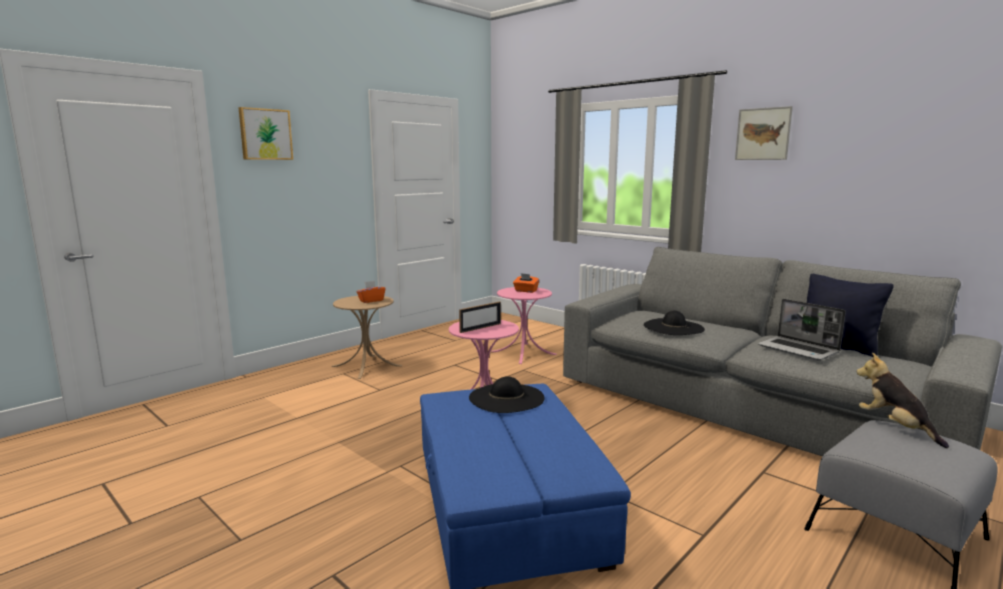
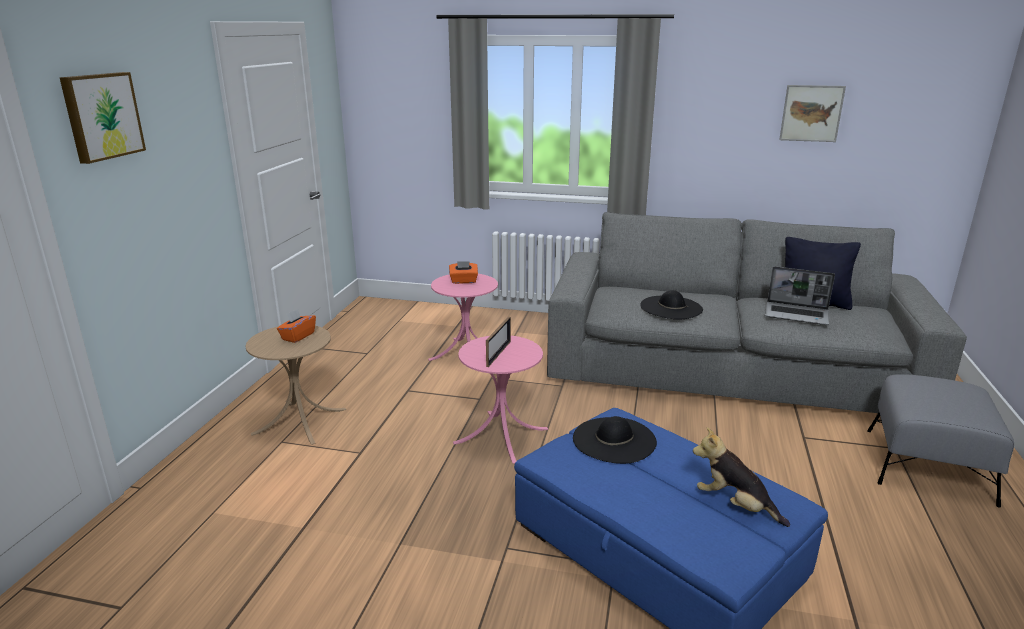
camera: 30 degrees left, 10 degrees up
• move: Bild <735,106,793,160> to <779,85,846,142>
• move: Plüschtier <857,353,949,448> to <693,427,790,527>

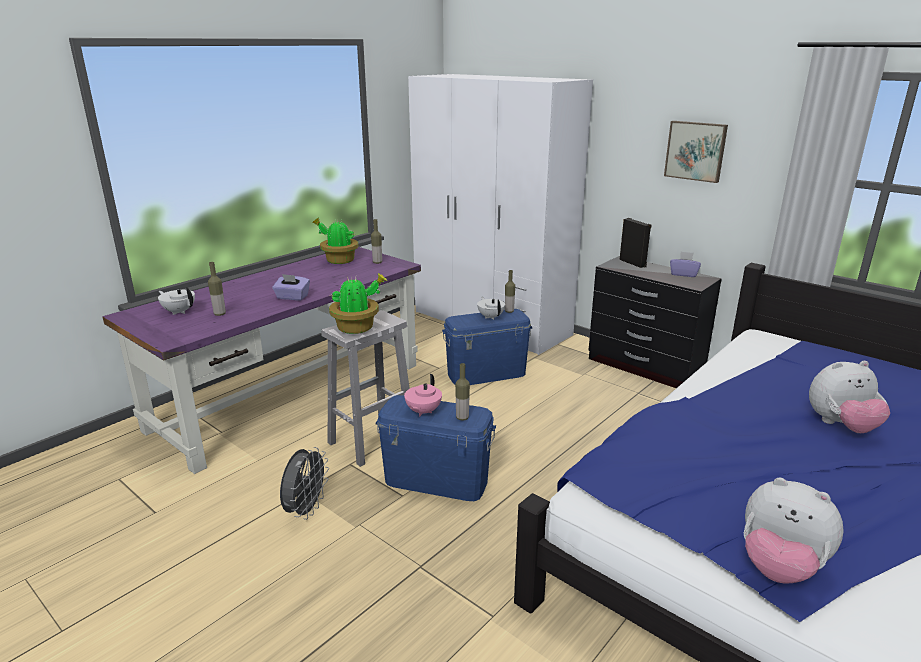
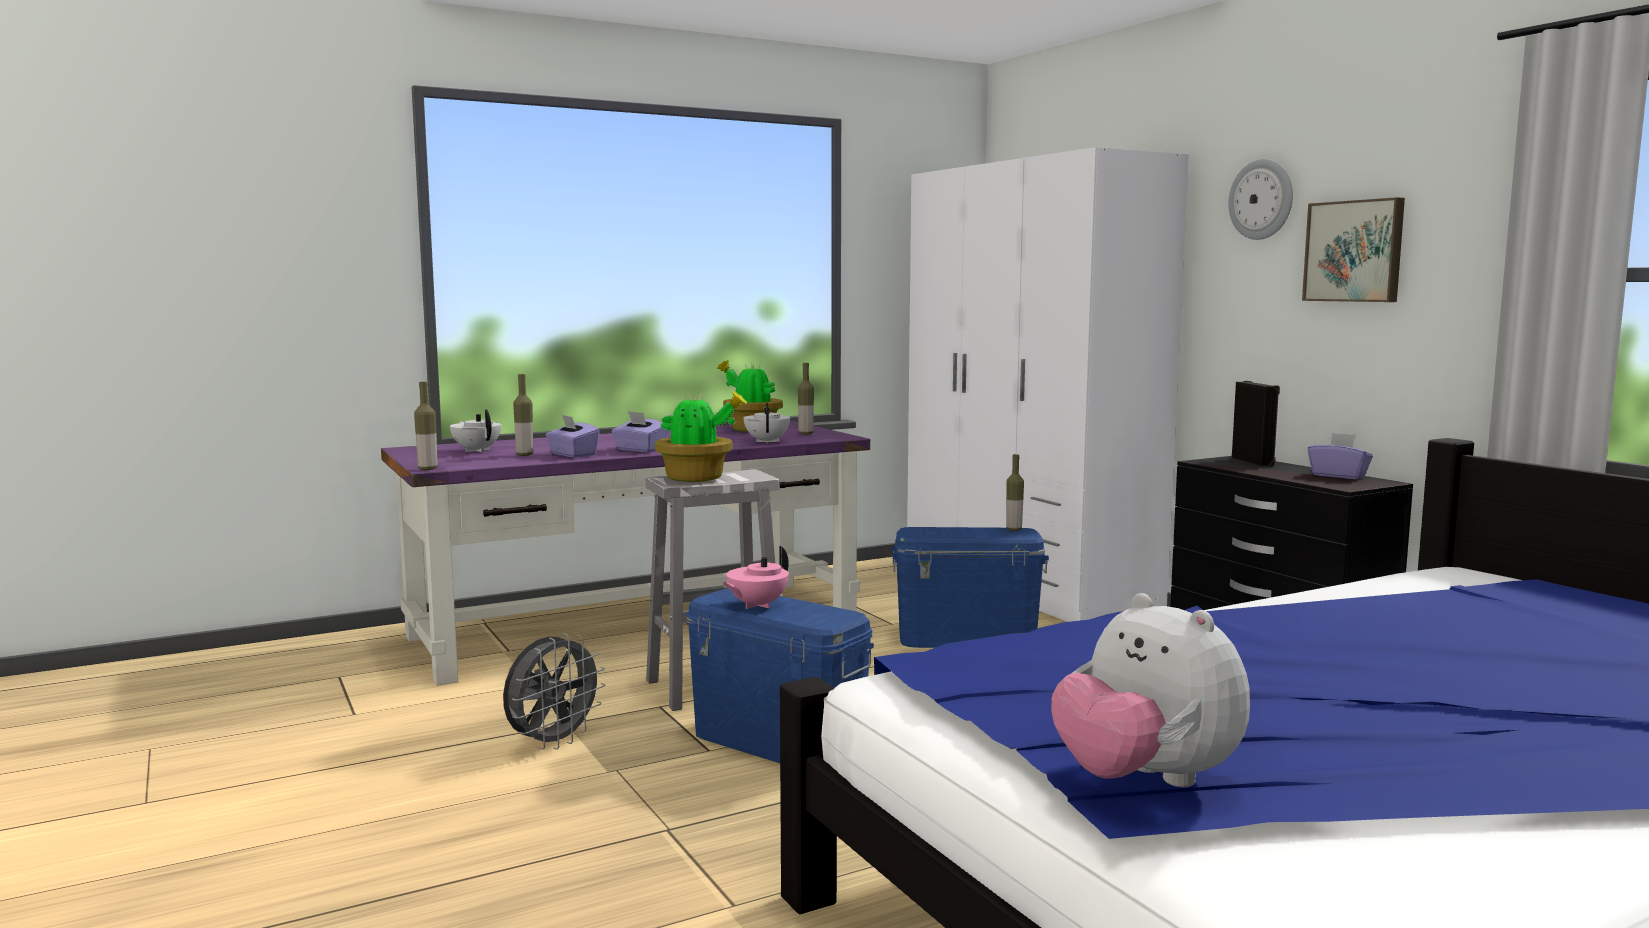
camera: 20 degrees right, 15 degrees down
• move: Teekanne (weiß) <477,297,505,320> to <743,403,790,443>
• delete: Plüschtier <809,361,890,433>
• move: Flasche <455,363,470,421> to <414,382,438,470>
• insert: Wanduhr <1228,159,1293,240>
• insert: Taschentuchbox (lila) <546,414,600,458>

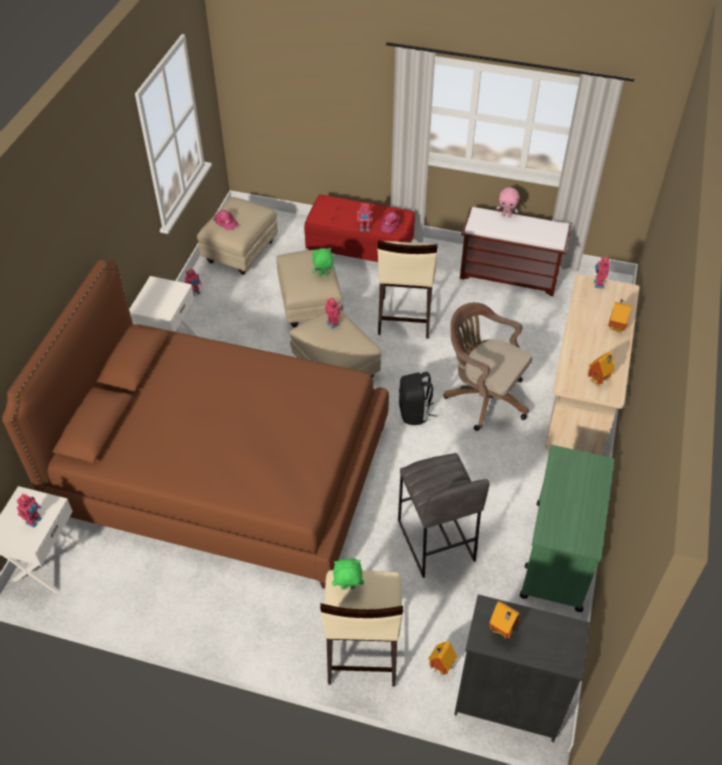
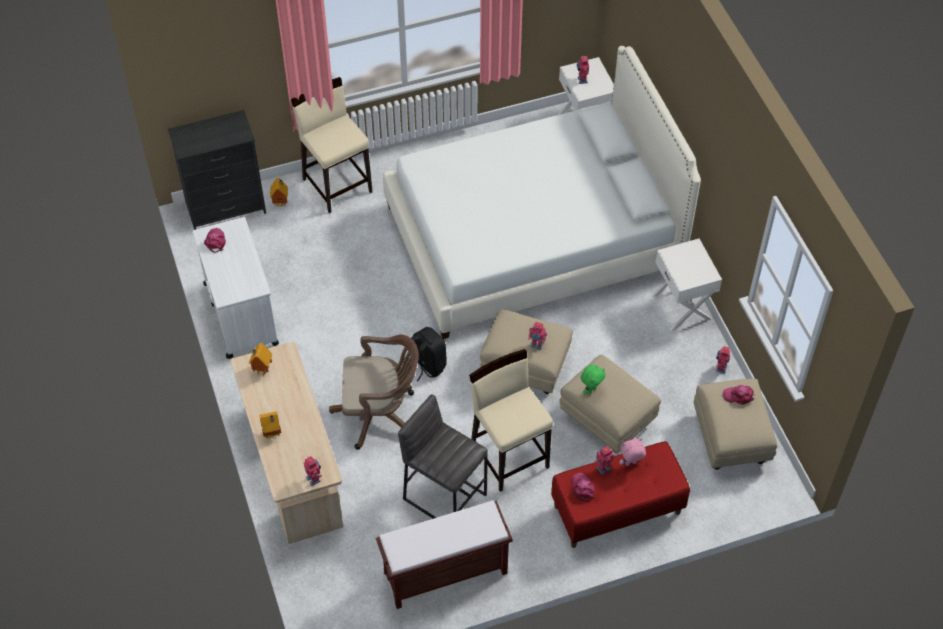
camera: 145 degrees right, 5 degrees up
• move: Plüschtier (rosa) <496,187,519,217> to <619,438,646,466>
• recolor: Bett (braun) <2,260,389,589> to Bett (weiß) <383,46,701,339>
• recolor: Rollwagen (grün) <520,445,614,612> to Rollwagen (weiß) <193,217,279,359>
• move: Hocker (grau) <398,453,490,578> to <398,394,488,519>
• delete: Plüschtier (grün) <332,558,364,590>
• delete: Spielzeughaus <489,601,521,639>
• insert: Kappe (rosa) <204,228,226,253>

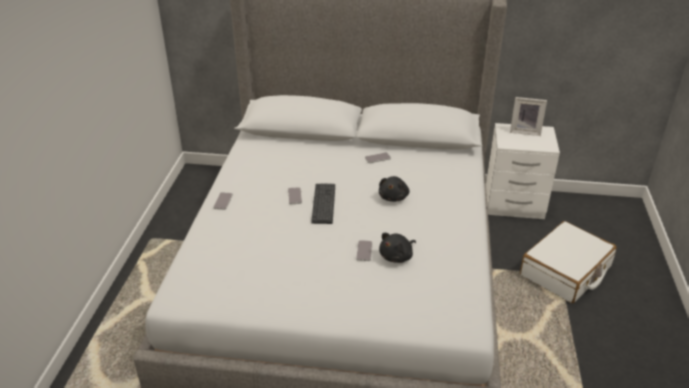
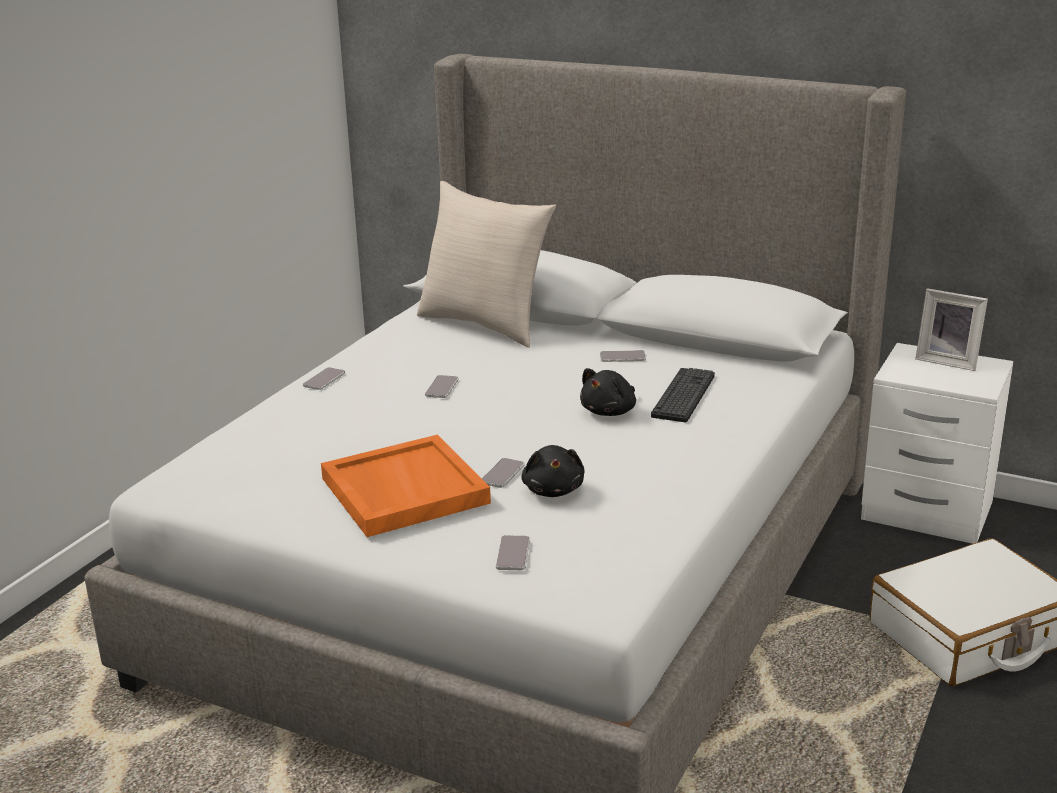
camera: 20 degrees right, 10 degrees down
• move: Tastatur <311,183,335,224> to <651,368,715,422>
• rotate: Plüschtier (schwarz) <379,233,416,263> = <521,445,585,497> 75 degrees counterclockwise
• insert: Kissen (beige) <417,181,556,348>
• insert: Tablett (orange) <321,435,491,537>
• insert: Handy <496,535,530,570>

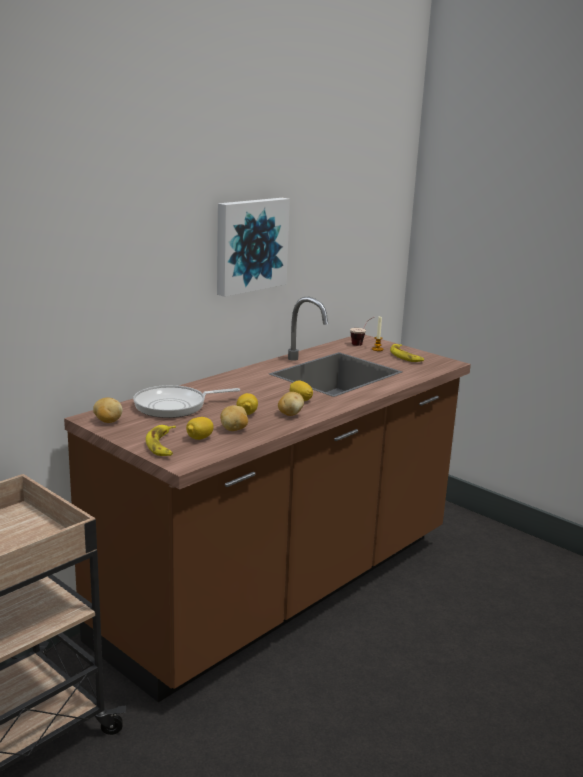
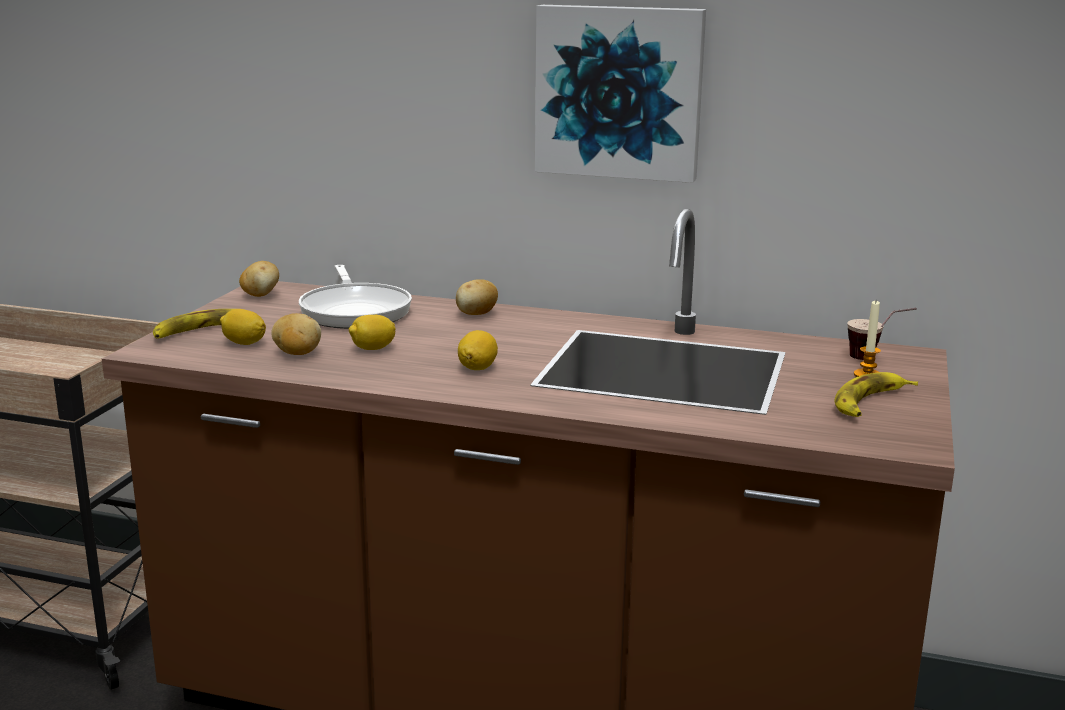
camera: 65 degrees right, 0 degrees up
• rotate: Pfanne <133,385,240,418> = <299,265,412,329> 150 degrees counterclockwise
• move: Kartoffel <278,392,304,416> to <456,279,498,315>

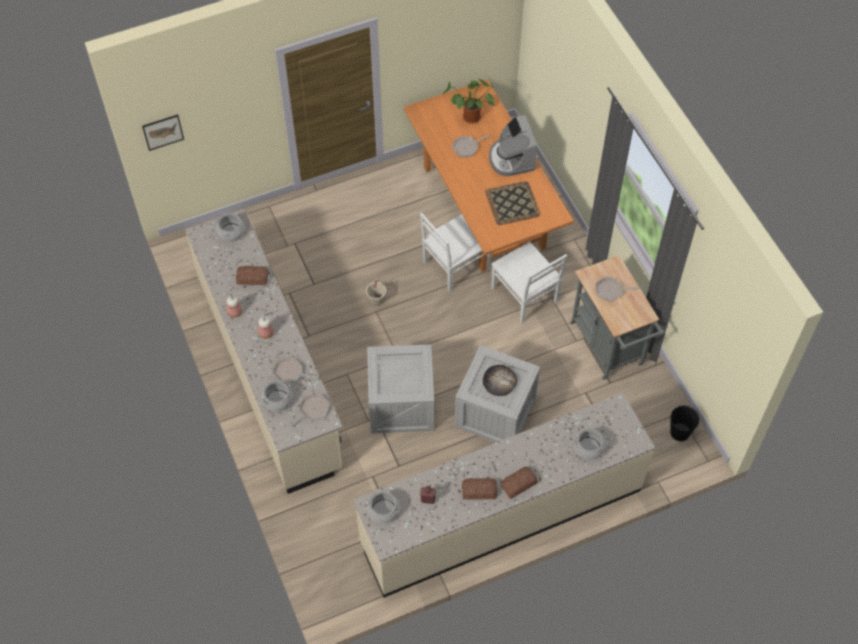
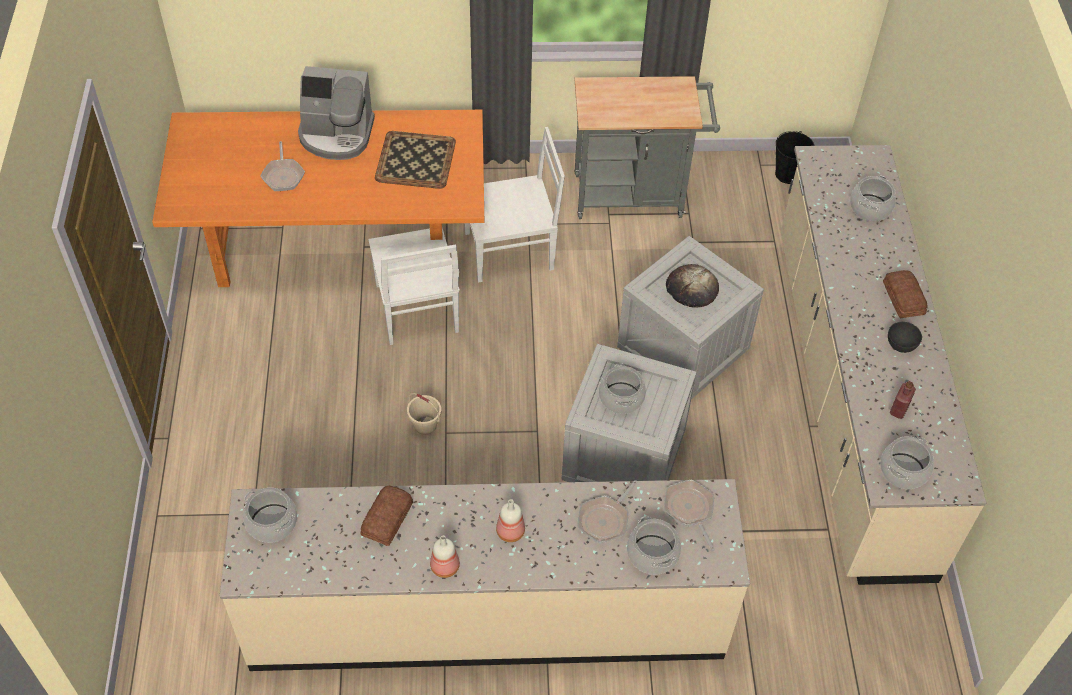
camera: 70 degrees left, 5 degrees down
• delete: Topfpflanze <443,79,496,124>
• delete: Bild <142,114,184,151>
• delete: Pfanne <595,276,640,302>
• replace: Brot <462,478,497,500> to Schüssel (grau) <888,322,922,353>
• insert: Kochtopf <599,363,646,414>

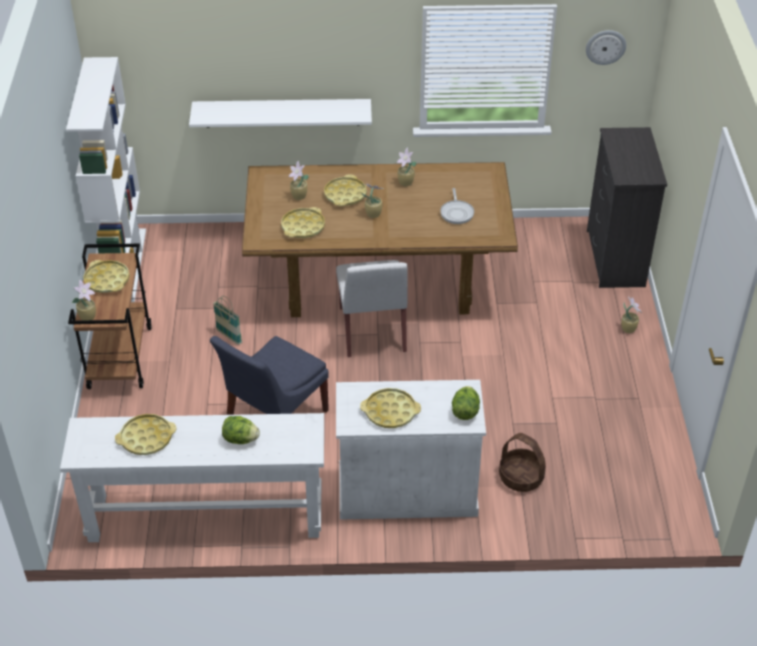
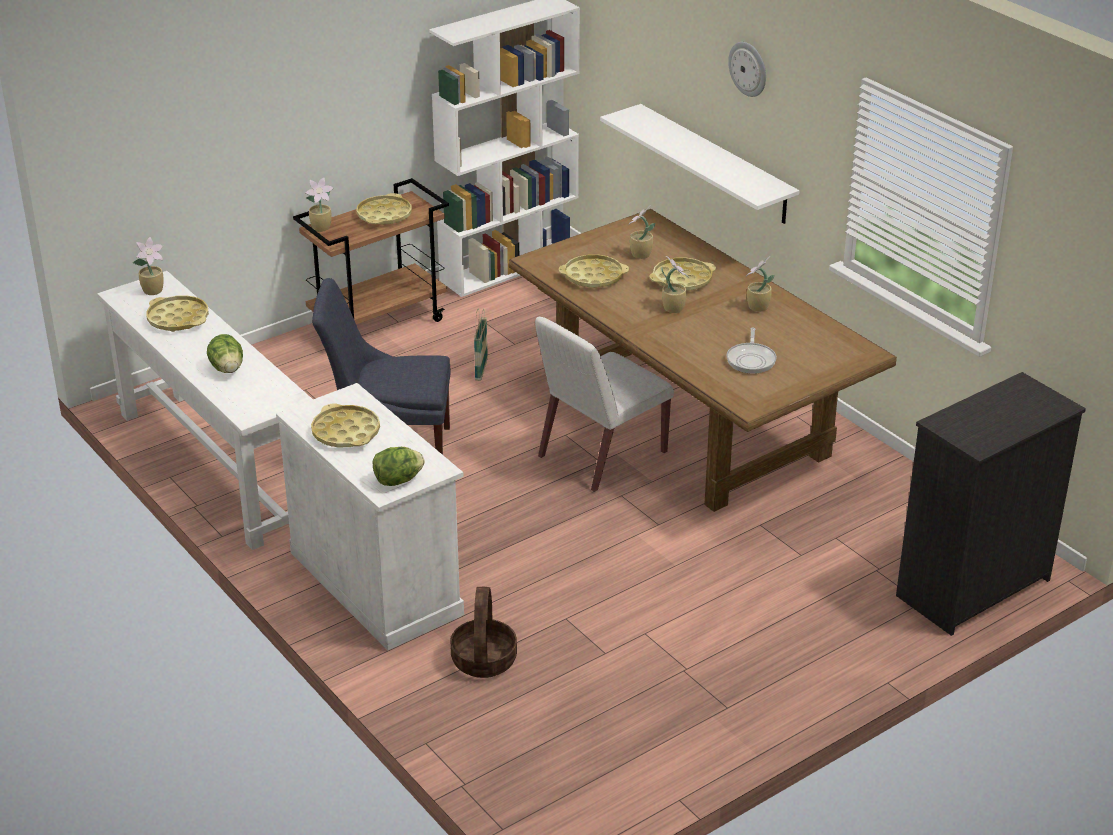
camera: 55 degrees right, 10 degrees down
• move: Wanduhr <586,30,626,65> to <728,42,766,97>
• rotate: Pfanne <440,188,474,224> = <726,328,777,374> 45 degrees counterclockwise
• move: Topfpflanze <621,297,642,333> to <132,237,164,295>

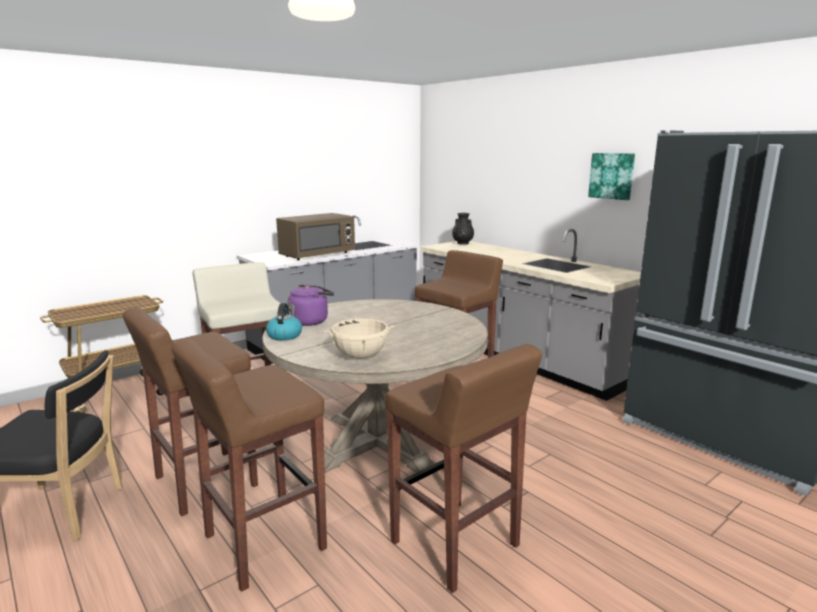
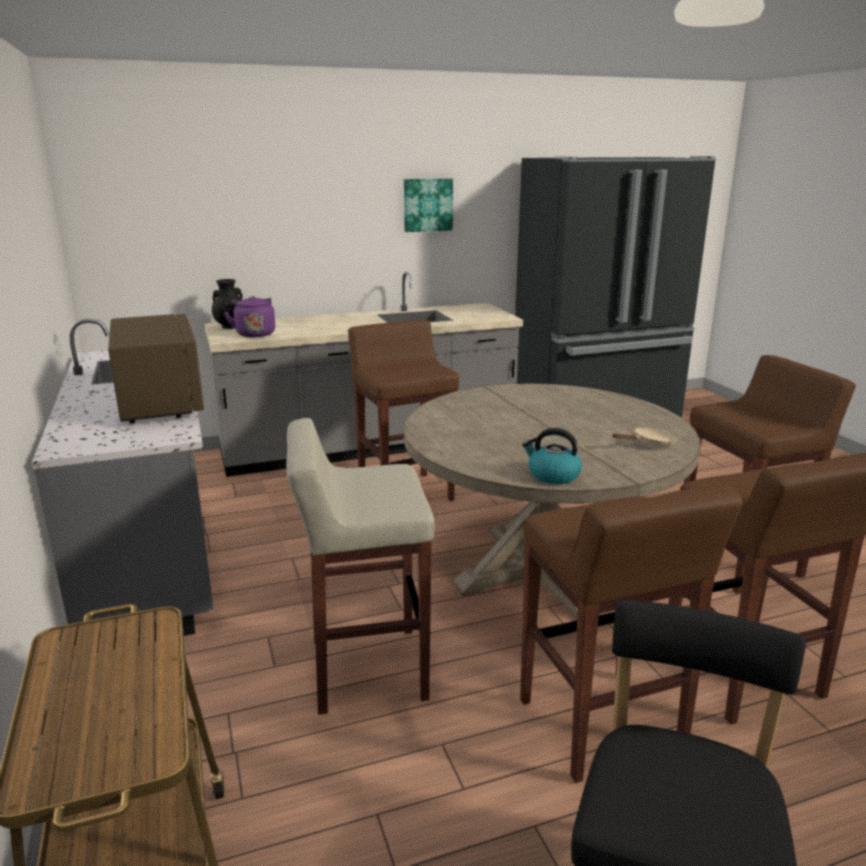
camera: 70 degrees left, 5 degrees up
• move: Wasserkessel (lila) <288,284,334,326> to <224,296,275,337>
• replace: Kochtopf (beige) <324,318,395,359> to Pfanne (beige) <612,427,678,447>

